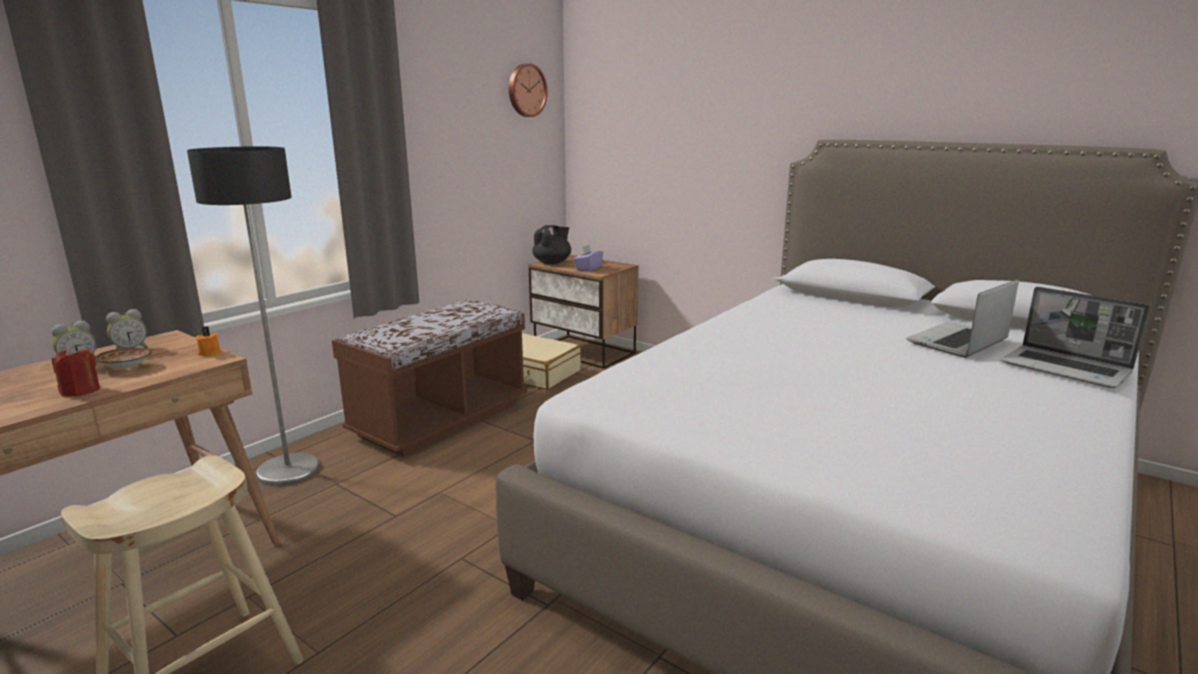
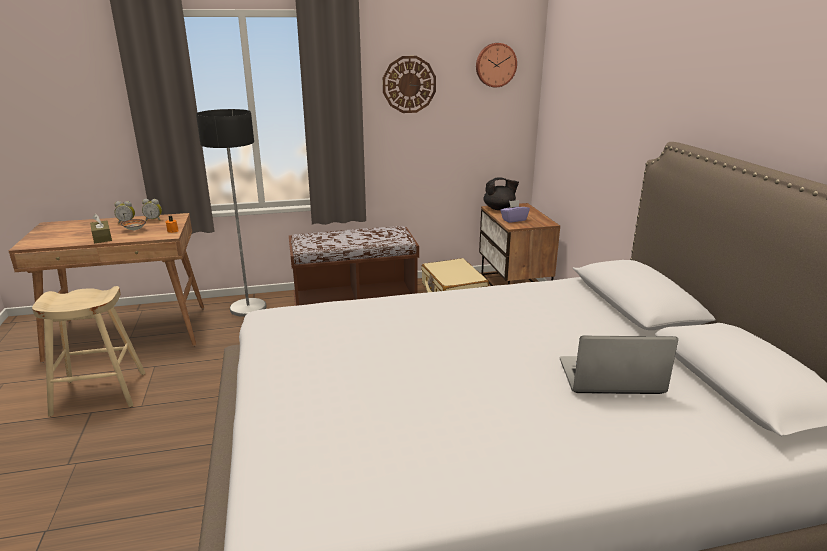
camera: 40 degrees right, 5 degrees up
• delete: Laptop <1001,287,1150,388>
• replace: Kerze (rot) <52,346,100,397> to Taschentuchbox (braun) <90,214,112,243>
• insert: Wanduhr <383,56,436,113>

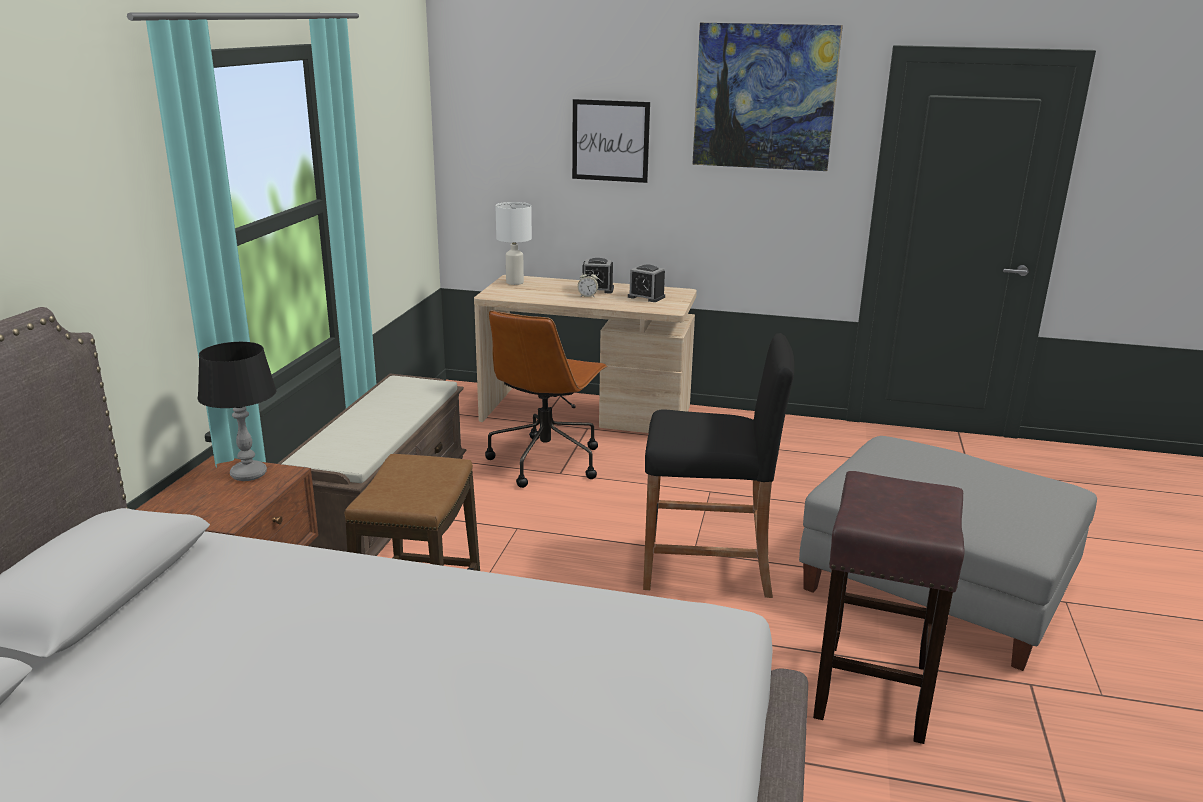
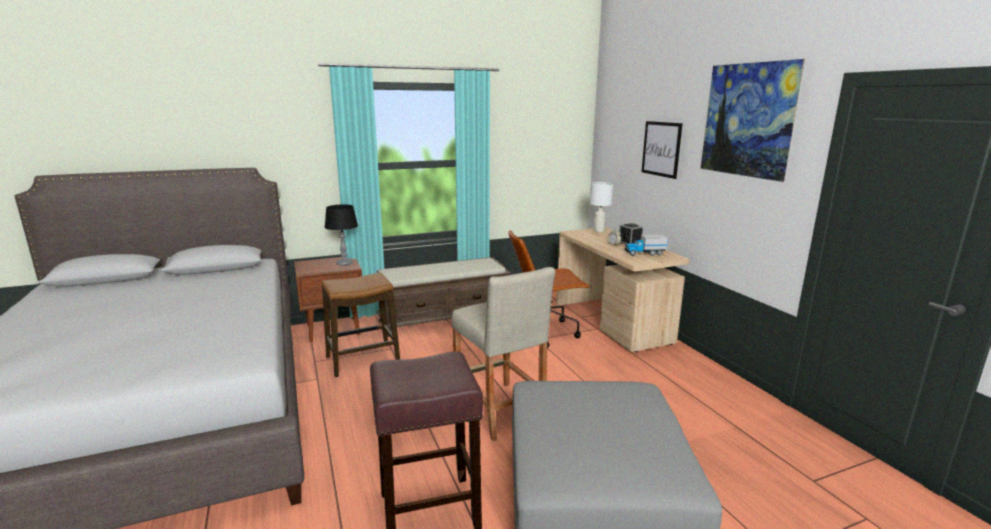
camera: 55 degrees right, 5 degrees down
• replace: Wecker <628,264,665,302> to Spielzeuglaster <624,235,668,256>
• recolor: Hocker (schwarz) <643,333,794,598> to Hocker (beige) <452,267,555,441>

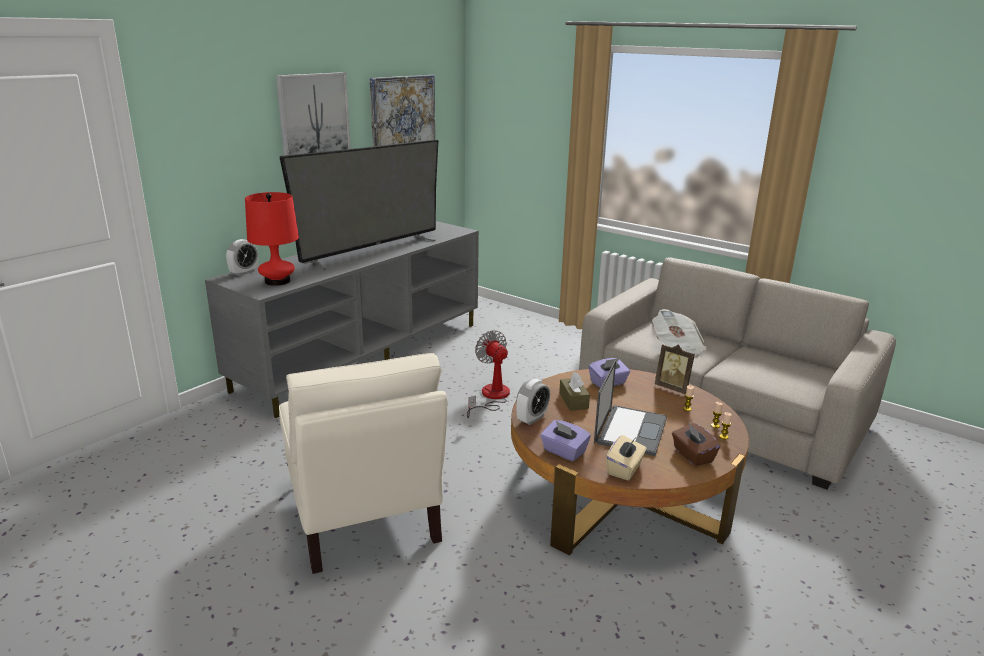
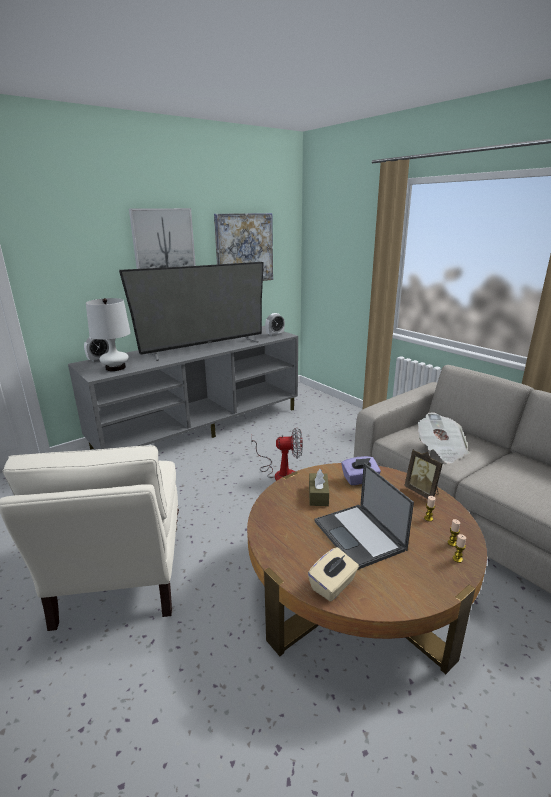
camera: 15 degrees right, 0 degrees up
• recolor: Tischlampe (rot) <245,192,299,286> to Tischlampe (weiß) <86,298,131,371>
• rotate: Ventilator <467,330,510,418> = <251,428,303,481> 105 degrees clockwise
• rotate: Laptop <594,360,667,456> = <314,463,414,570> 120 degrees clockwise
• move: Wecker <516,379,550,425> to <265,313,285,336>
• delete: Taschentuchbox (lila) <540,420,591,461>
• delete: Taschentuchbox (braun) <672,422,720,466>

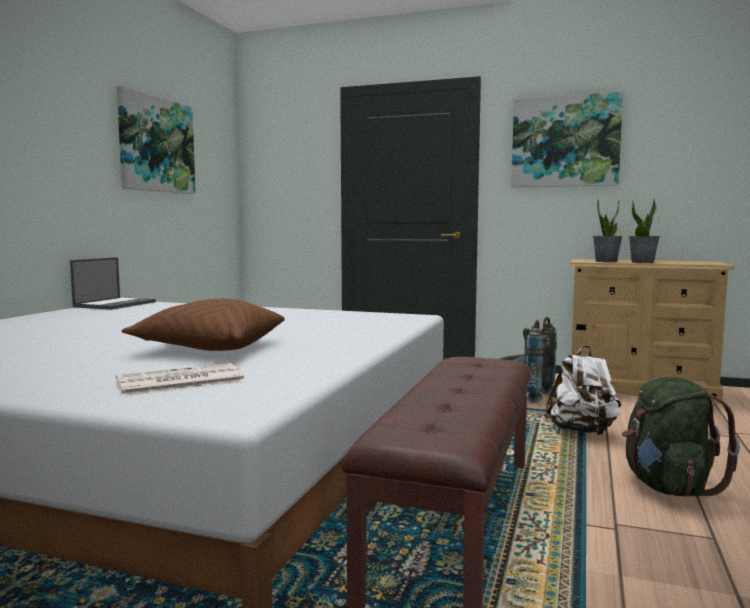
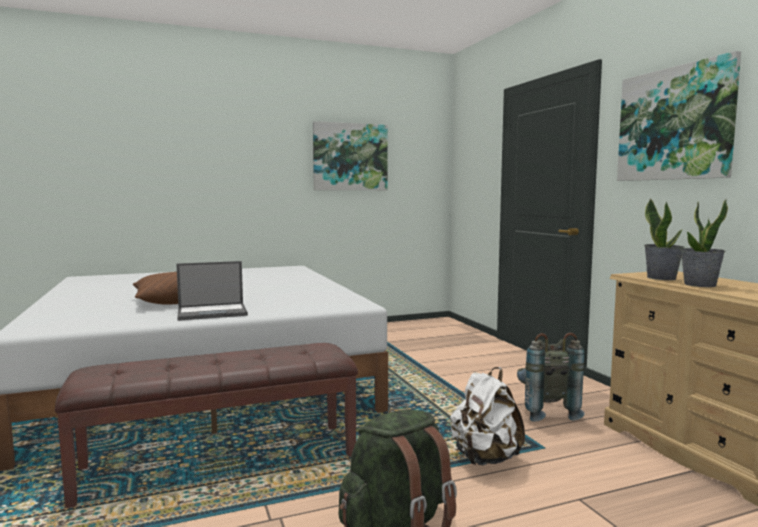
camera: 50 degrees right, 0 degrees up
• move: Laptop <70,257,156,310> to <176,261,248,321>
• delete: Zeitung <116,363,246,396>

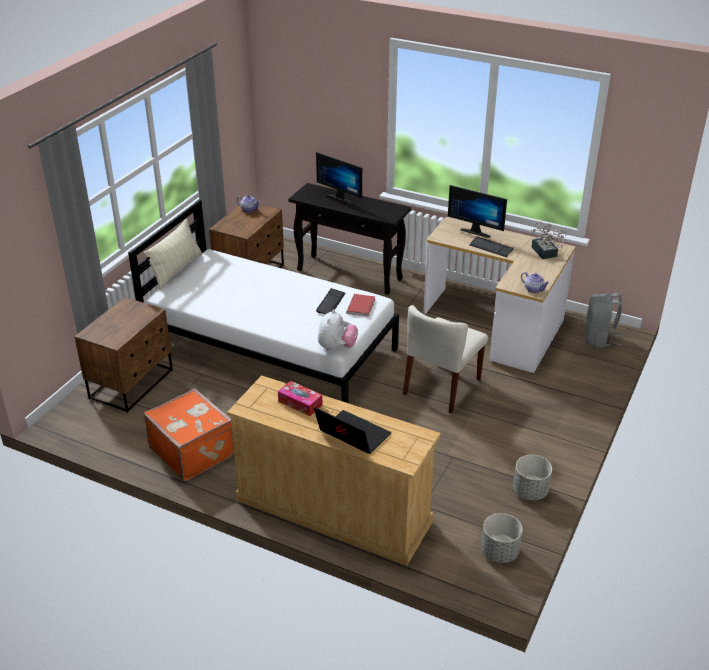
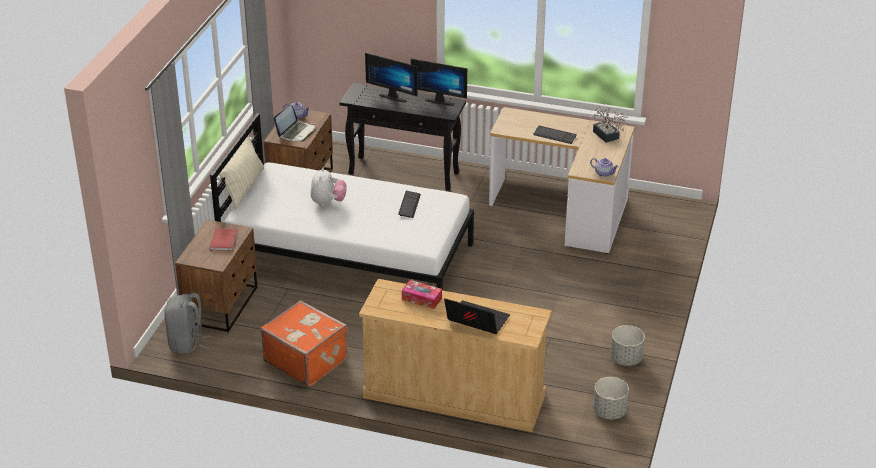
camera: 10 degrees left, 0 degrees up
• move: Monitor <448,185,507,238> to <411,59,467,106>
• move: Rucksack (grau) <585,293,622,348> to <164,293,211,354>
• move: Buch (rot) <346,294,375,316> to <209,228,238,251>
• delete: Stuhl (beige) <403,305,488,414>
• move: Plüschtier <318,309,358,351> to <310,168,346,206>
• insert: Laptop <274,105,315,142>

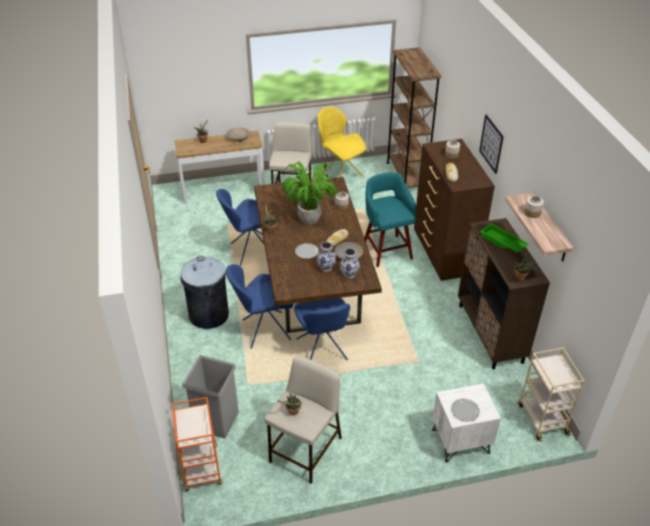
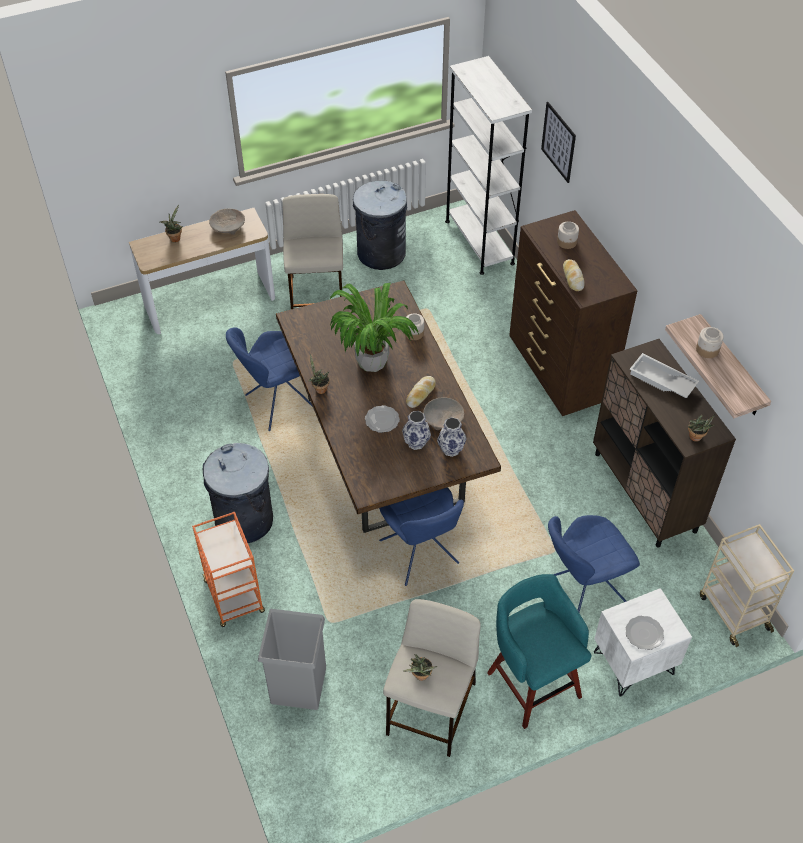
camera: 10 degrees left, 10 degrees up
• recolor: Bücherregal (braun) <387,47,441,188> to Bücherregal (weiß) <445,56,532,275>
• replace: Stuhl (gelb) <317,107,366,177> to Mülleimer (grau) <353,180,407,270>
• move: Bild <479,114,504,174> to <541,102,576,183>
• move: Hocker (türkis) <364,172,416,267> to <487,574,592,729>
• recolor: Tablett (grün) <480,223,529,253> to Tablett (weiß) <630,353,699,398>
• move: Stuhl (blau) <226,264,293,349> to <548,515,640,612>
• move: Rollwagen (orange) <172,397,222,491> to <192,512,265,627>

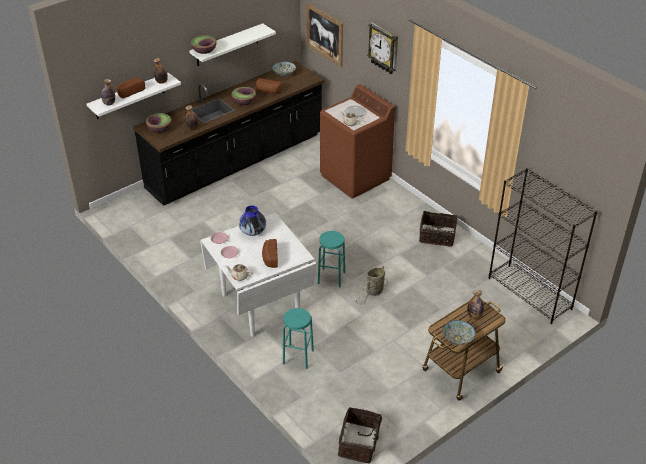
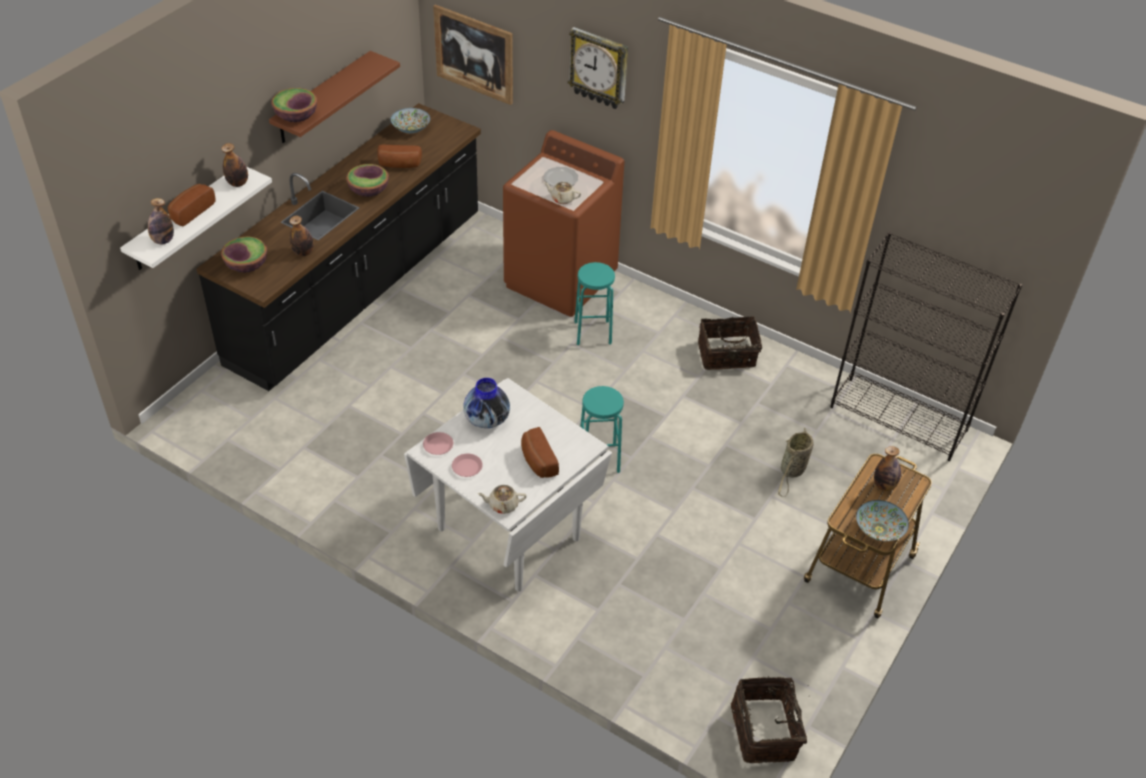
camera: 20 degrees left, 5 degrees up
• recolor: Wandregal (weiß) <189,23,276,66> to Wandregal (braun) <269,51,400,143>
• move: Korb <356,266,388,304> to <778,428,814,497>
• move: Hocker (türkis) <283,308,314,369> to <574,262,615,346>

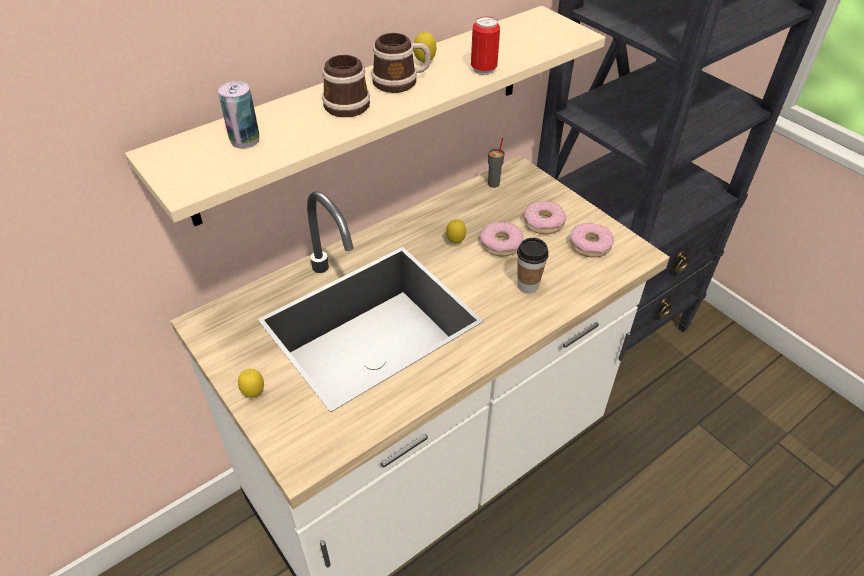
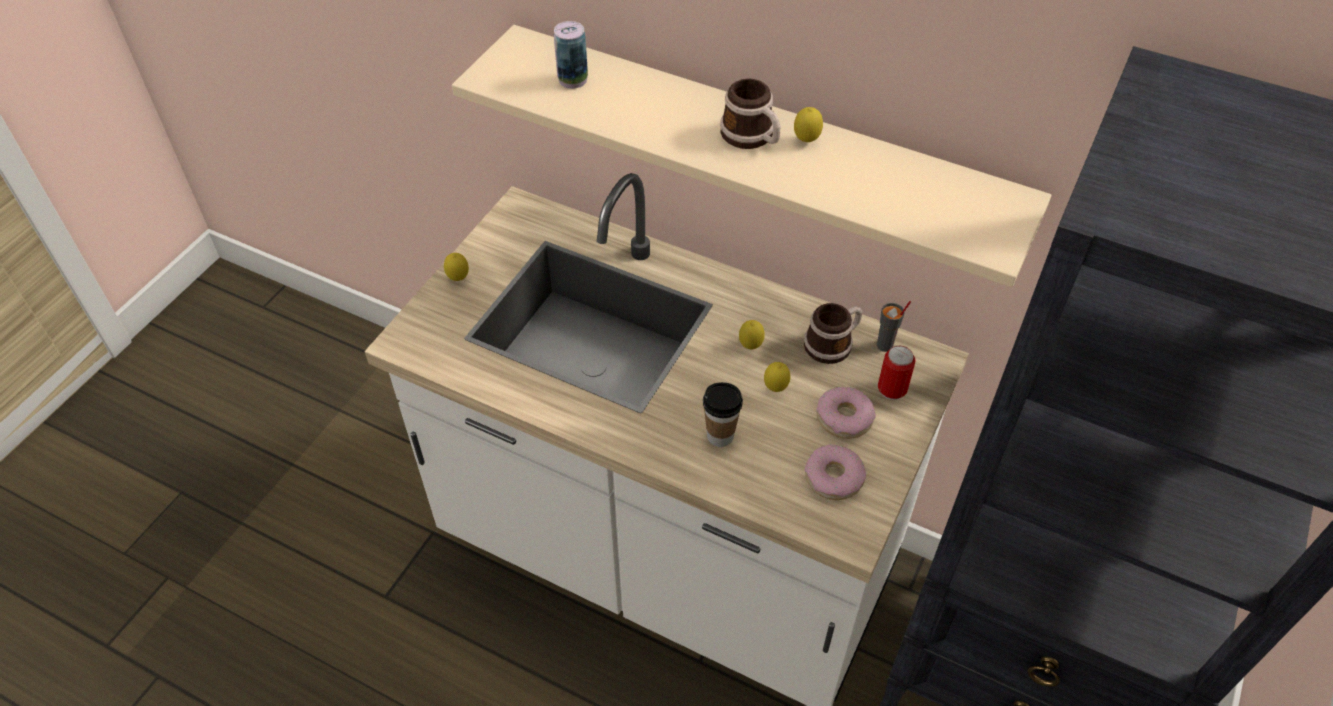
camera: 65 degrees right, 5 degrees up
• move: Dose <471,16,500,75> to <878,346,915,400>
• move: Henkelbecher <322,54,370,117> to <804,303,862,364>
• replace: Donut <480,222,523,256> to Zitrone <764,362,791,392>

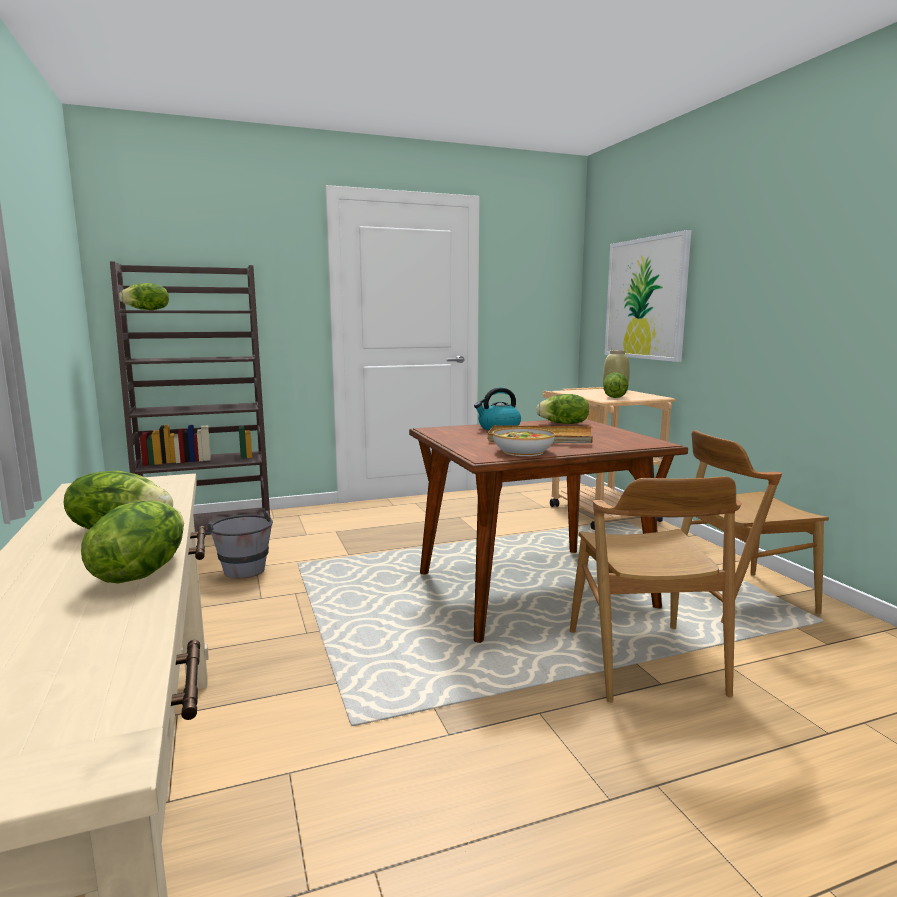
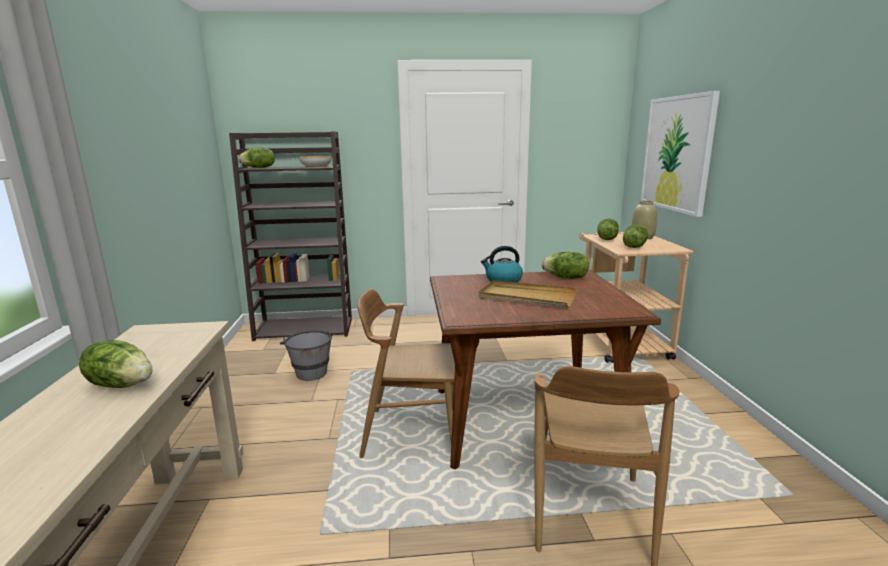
camera: 15 degrees right, 5 degrees up
• move: Schüssel <493,427,555,456> to <299,156,332,168>
• move: Stuhl (braun) <681,430,829,623> to <357,289,455,458>
• move: Salatkopf <81,500,184,583> to <597,219,619,240>

